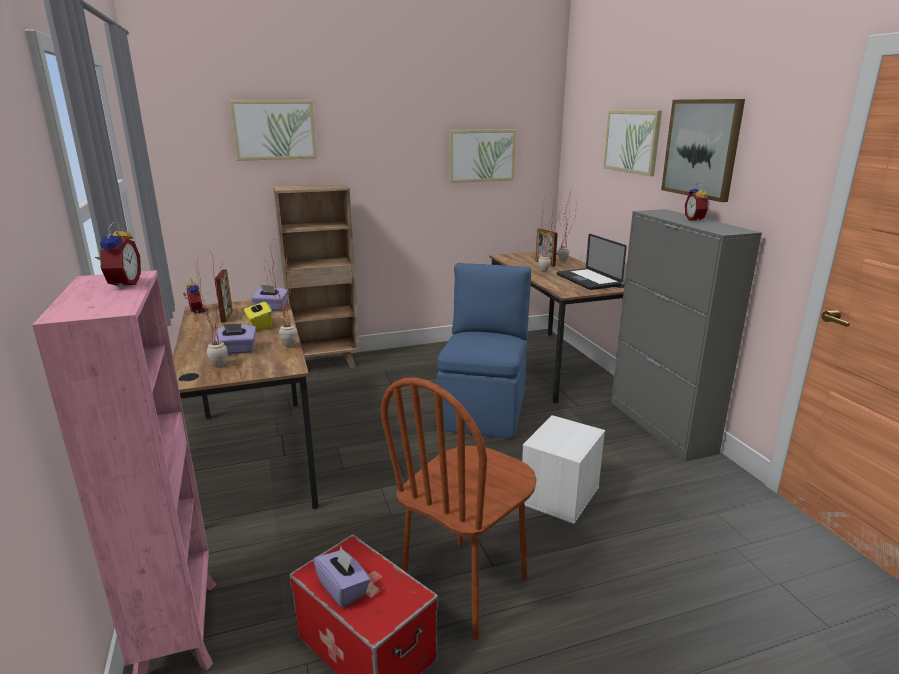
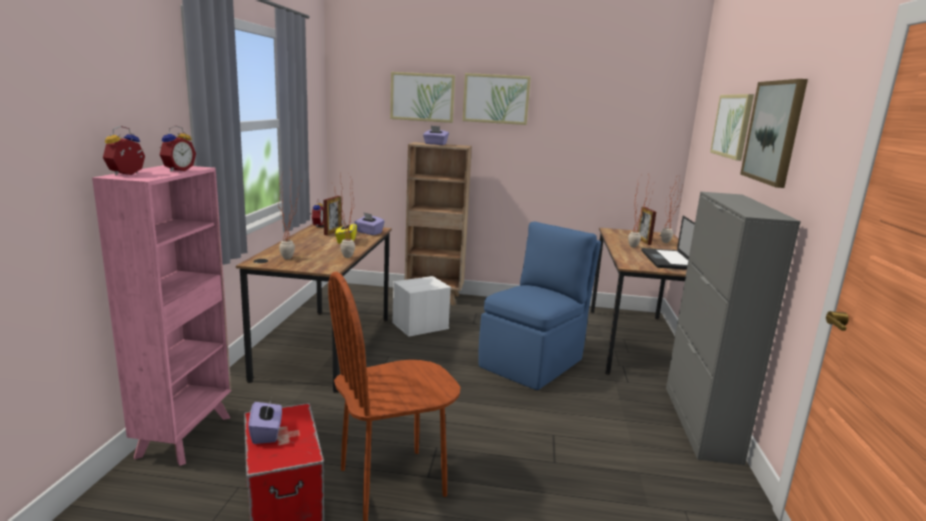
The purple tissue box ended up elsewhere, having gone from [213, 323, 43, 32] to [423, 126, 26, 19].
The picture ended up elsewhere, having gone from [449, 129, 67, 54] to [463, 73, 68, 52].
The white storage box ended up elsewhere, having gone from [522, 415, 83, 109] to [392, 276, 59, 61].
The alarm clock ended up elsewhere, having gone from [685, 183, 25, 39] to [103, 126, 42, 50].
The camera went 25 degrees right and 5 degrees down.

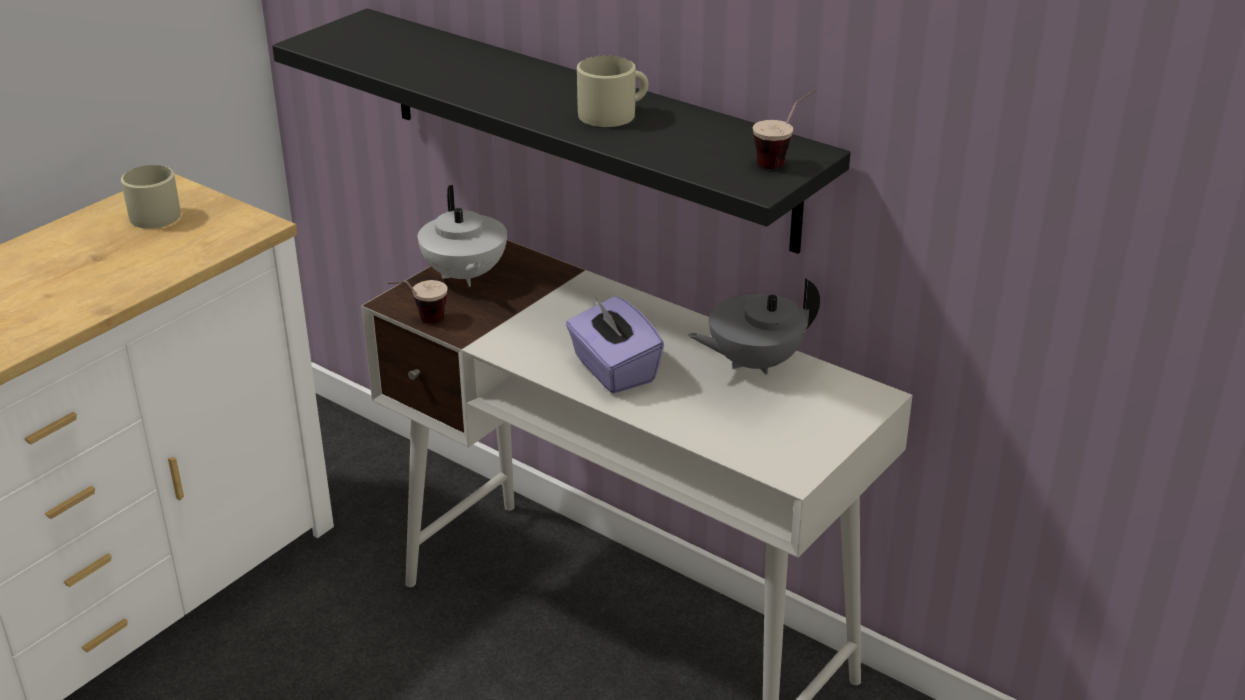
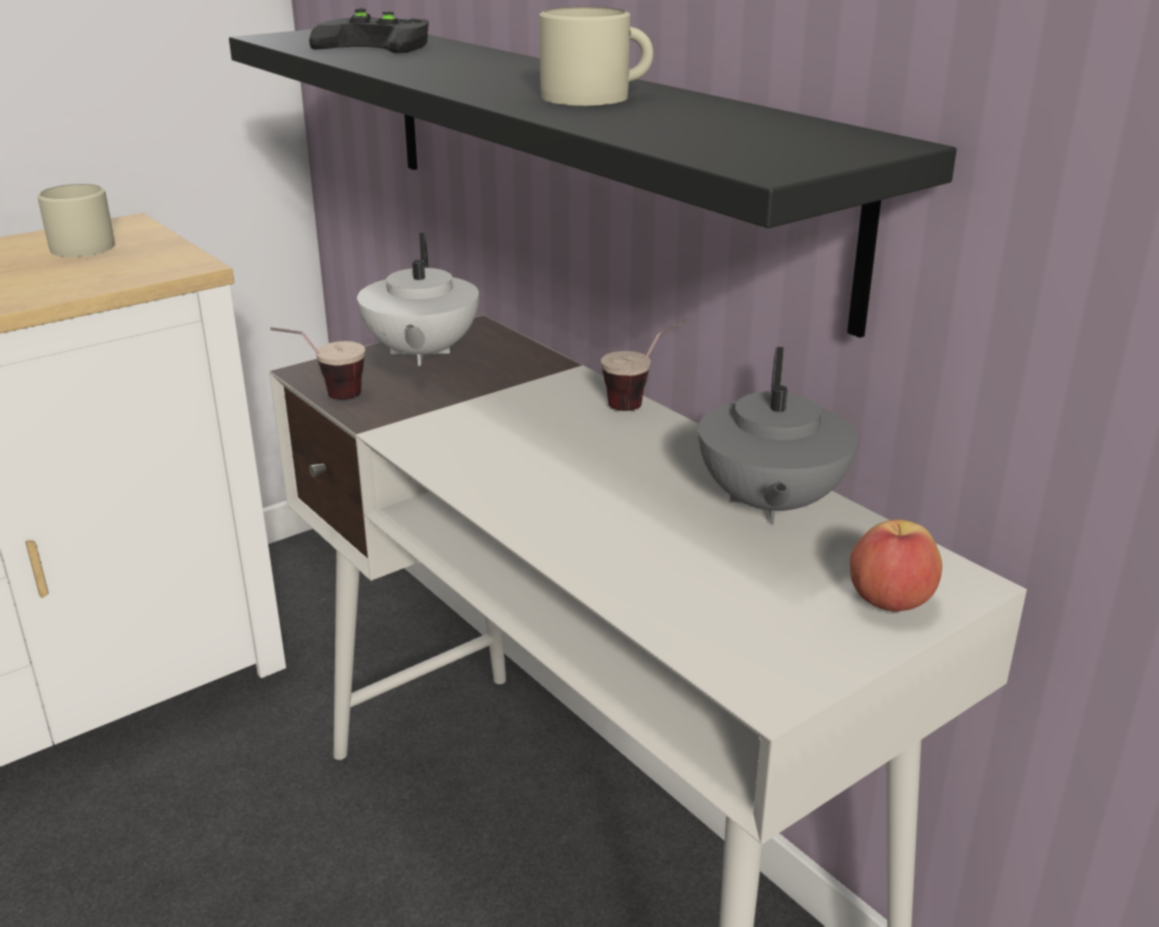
The second view lost the purple tissue box at [566, 296, 98, 98].
The grey teapot at [688, 278, 132, 97] ended up facing another way, 75 degrees counterclockwise from before.
The cup ended up elsewhere, having gone from [753, 89, 63, 80] to [601, 319, 87, 92].
The second view gained the black game controller at [309, 8, 120, 45].
The second view gained the apple at [850, 519, 92, 92].
The camera went 15 degrees right and 5 degrees down.

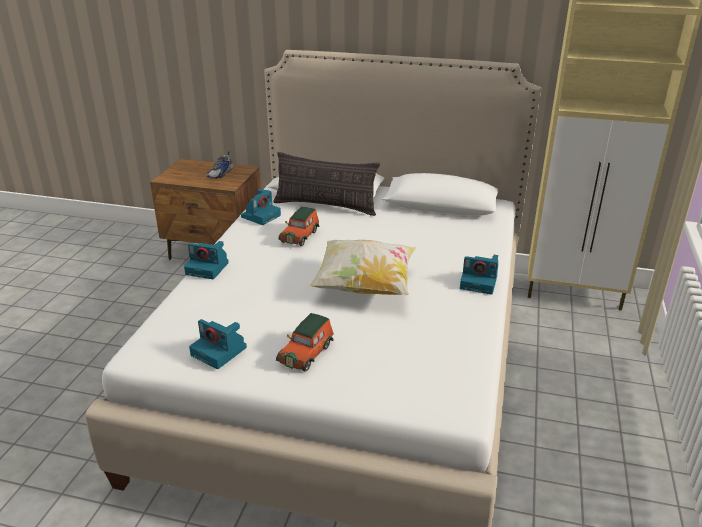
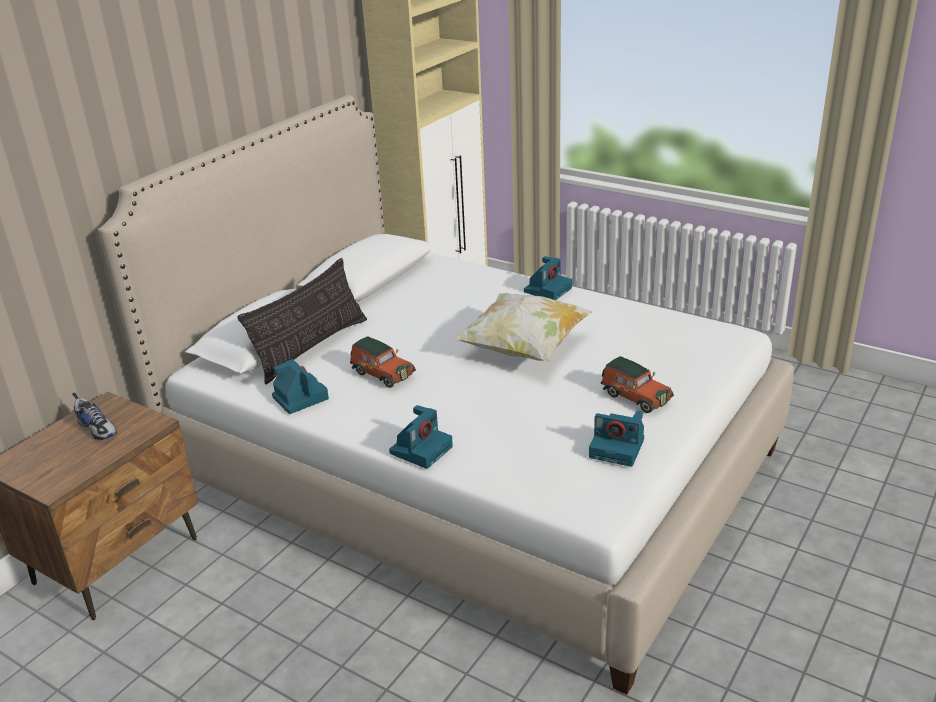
The photo camera at [189, 319, 58, 50] ended up facing another way, 60 degrees clockwise from before.
The camera went 70 degrees left and 0 degrees up.

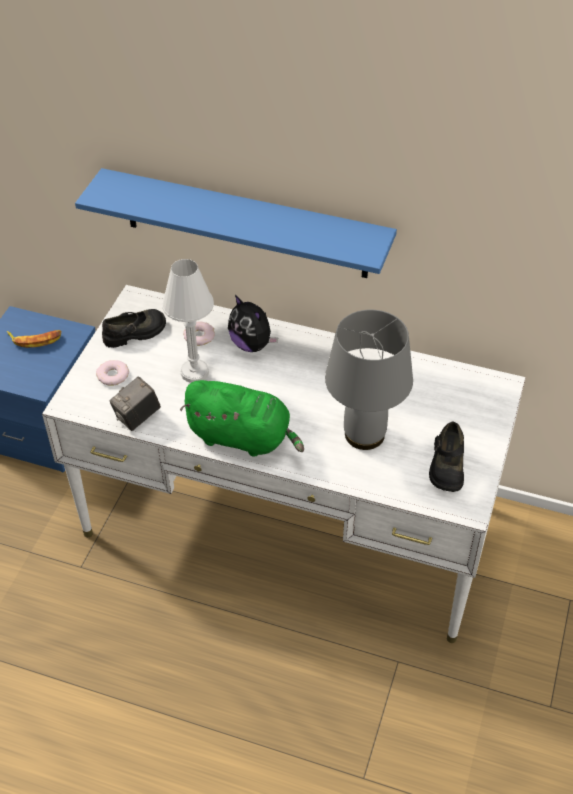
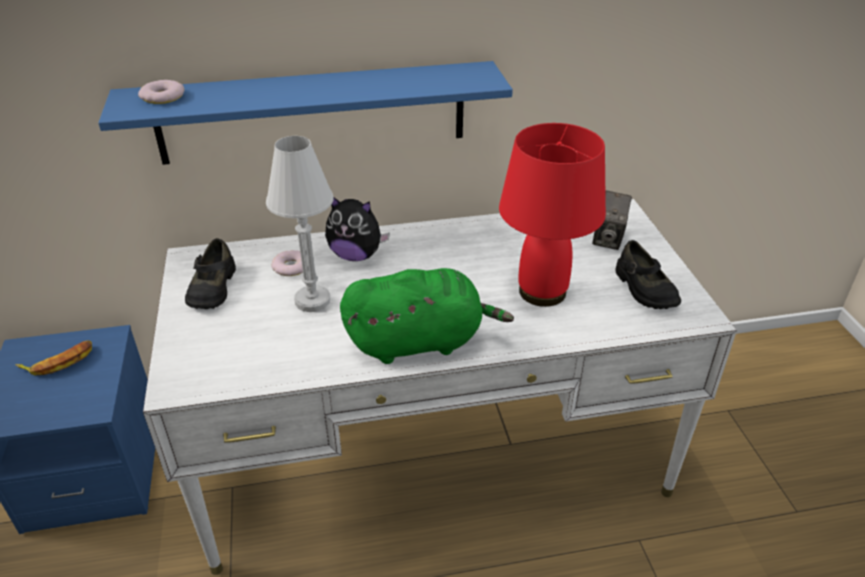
The donut ended up elsewhere, having gone from [96, 360, 33, 26] to [138, 80, 47, 24].
The black shoe at [102, 309, 64, 39] ended up facing another way, 150 degrees clockwise from before.
The photo camera ended up elsewhere, having gone from [110, 376, 51, 55] to [592, 191, 40, 59].
What was the grey table lamp at [325, 310, 88, 140] turned into the red table lamp at [499, 123, 107, 184].
The camera went 30 degrees left and 10 degrees down.

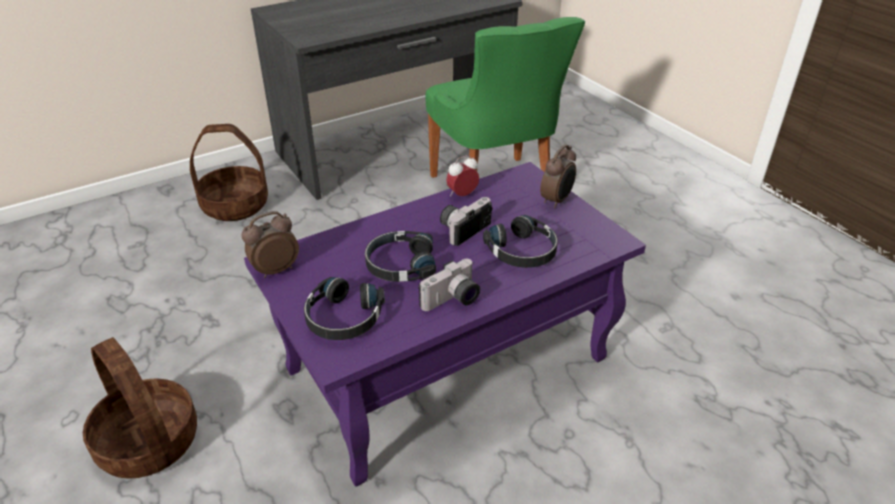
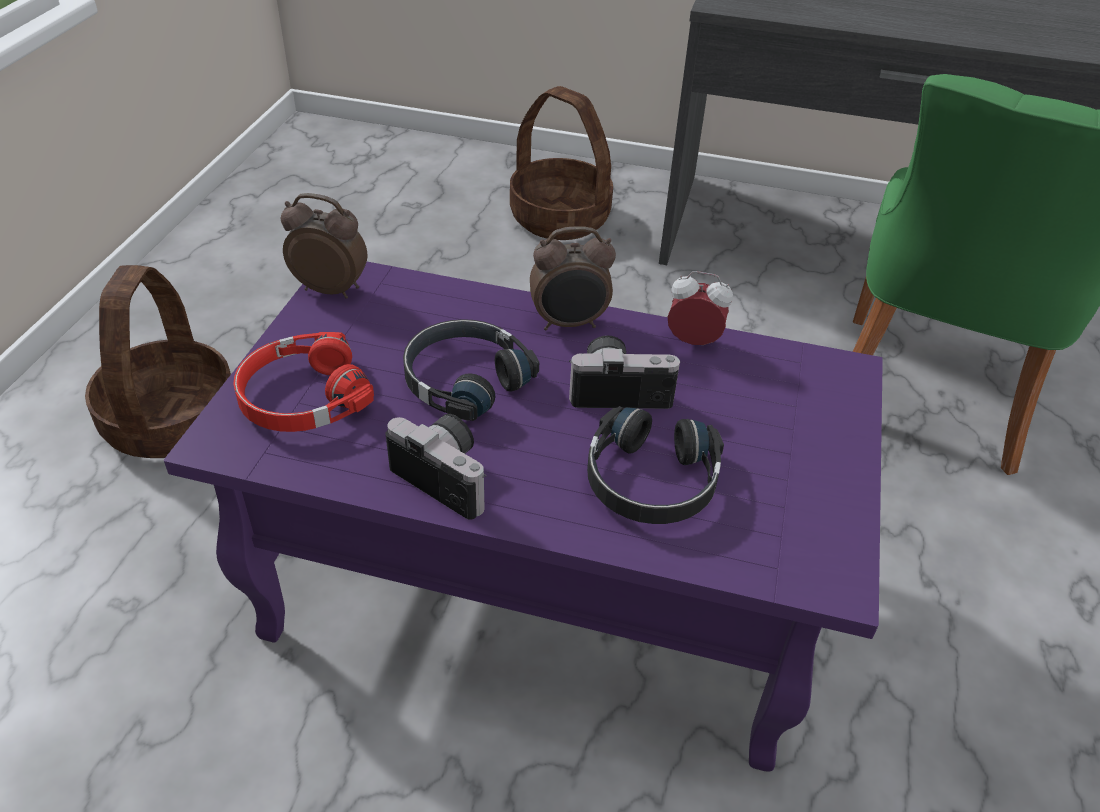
What was the black headphones at [304, 277, 81, 63] turned into the red headphones at [234, 332, 140, 100].
The photo camera at [419, 259, 61, 52] ended up facing another way, 150 degrees counterclockwise from before.
The alarm clock ended up elsewhere, having gone from [540, 144, 36, 65] to [530, 226, 86, 104].
The camera went 45 degrees right and 5 degrees up.

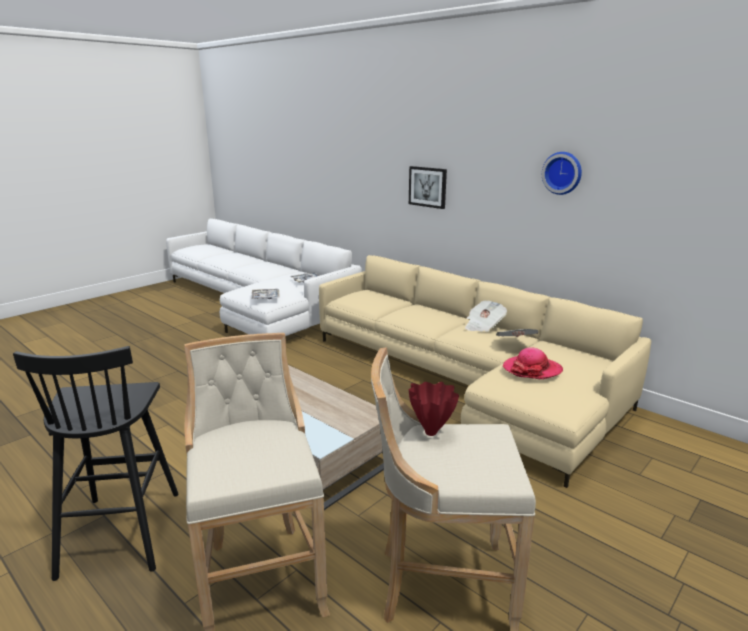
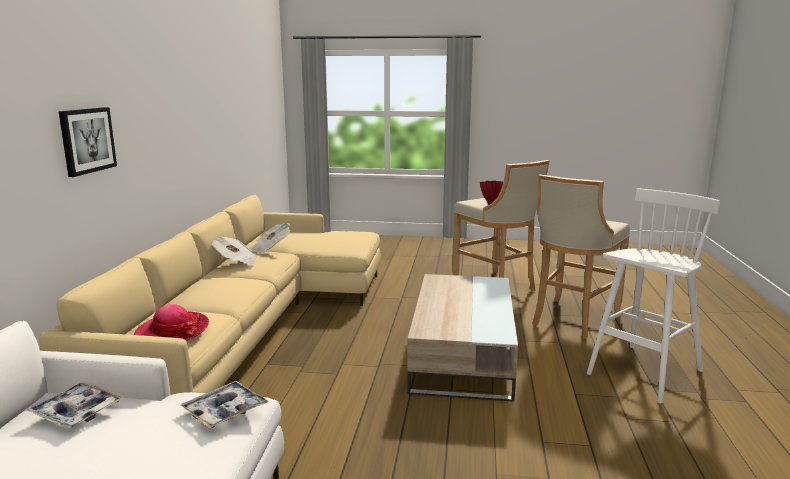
What was the black stool at [13, 346, 166, 235] turned into the white stool at [587, 188, 133, 215].
The hat ended up elsewhere, having gone from [503, 347, 60, 32] to [134, 304, 75, 37].
The second view lost the wall clock at [542, 152, 40, 43].
The camera went 125 degrees left and 5 degrees down.

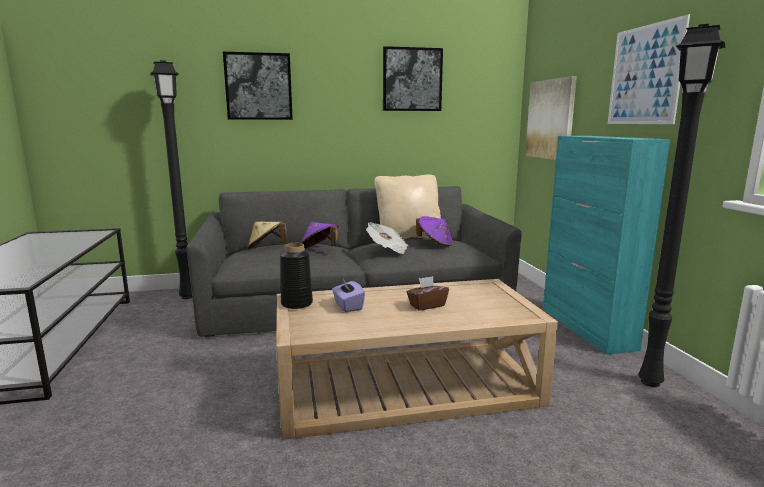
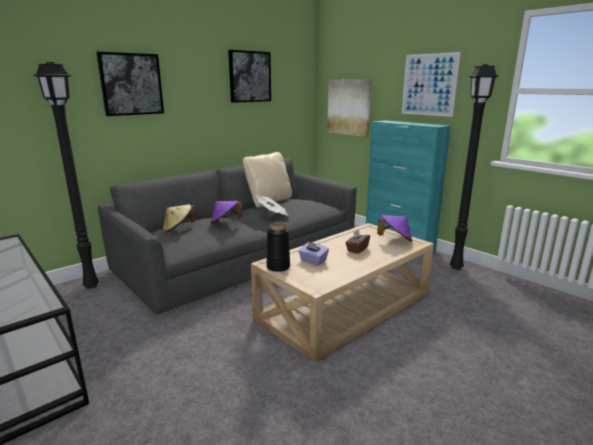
The purple hat ended up elsewhere, having gone from [416, 216, 37, 30] to [377, 215, 35, 27].
The camera went 30 degrees left and 5 degrees up.

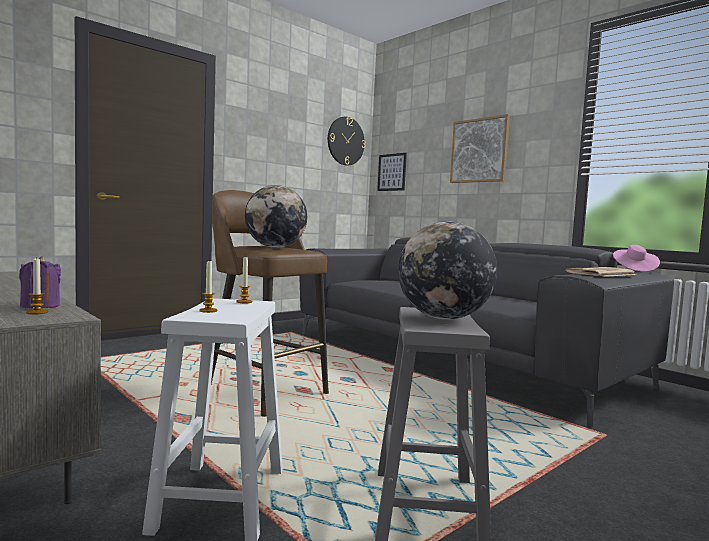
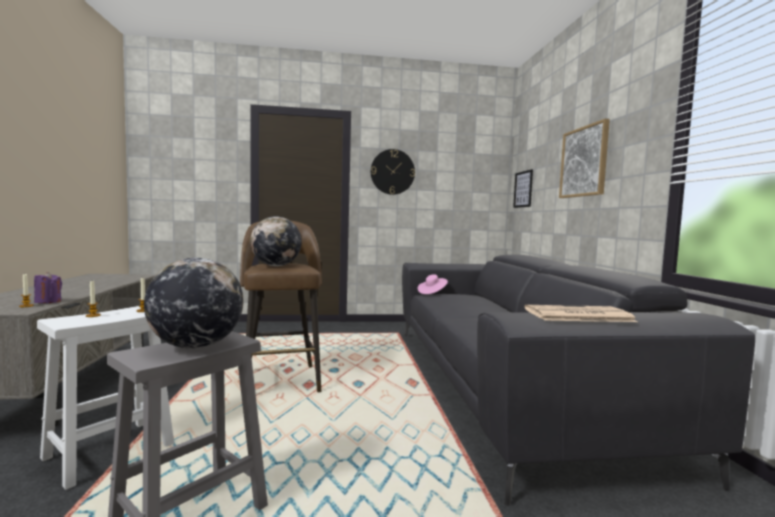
The wall clock ended up elsewhere, having gone from [328, 117, 37, 48] to [371, 149, 44, 46].
The pink hat ended up elsewhere, having gone from [613, 245, 47, 27] to [418, 274, 30, 20].
The camera went 35 degrees right and 0 degrees up.

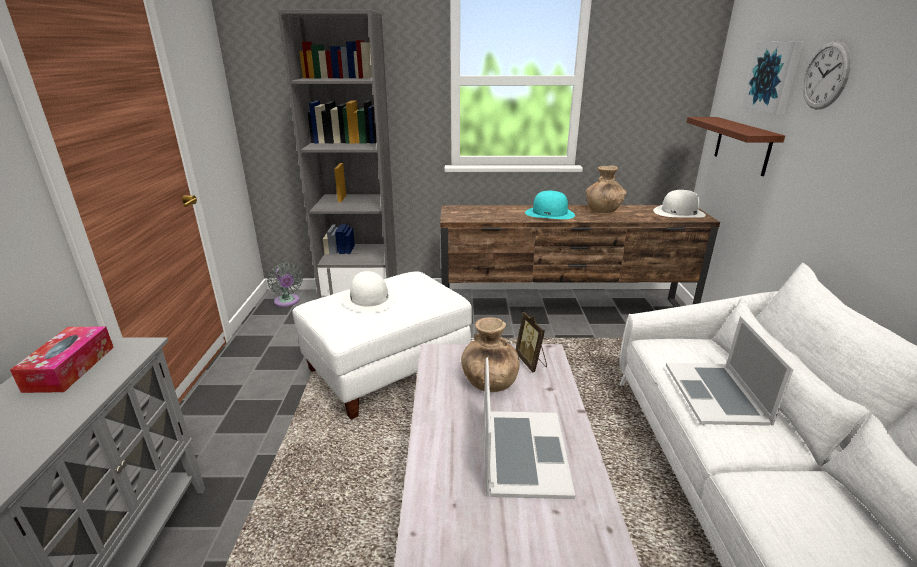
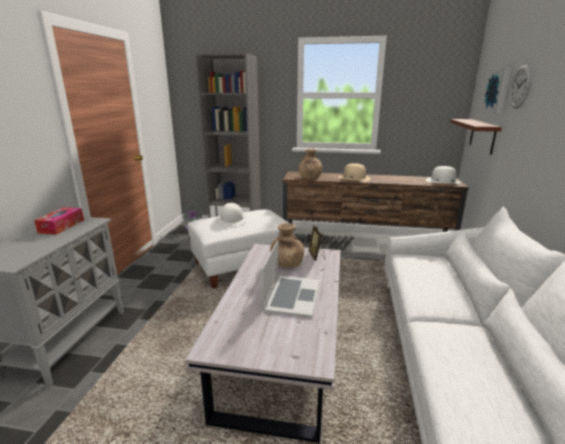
What was the turquoise hat at [525, 191, 50, 28] turned into the beige hat at [339, 163, 32, 18].
The brown vase ended up elsewhere, having gone from [586, 165, 41, 48] to [298, 149, 25, 30].
The second view lost the laptop at [666, 316, 128, 110].
The camera went 10 degrees right and 5 degrees down.

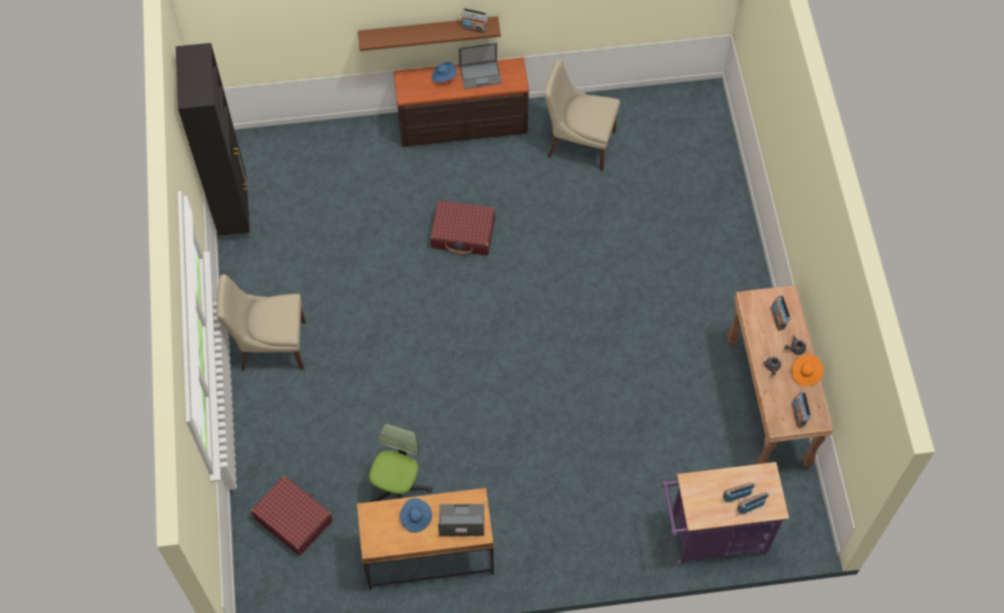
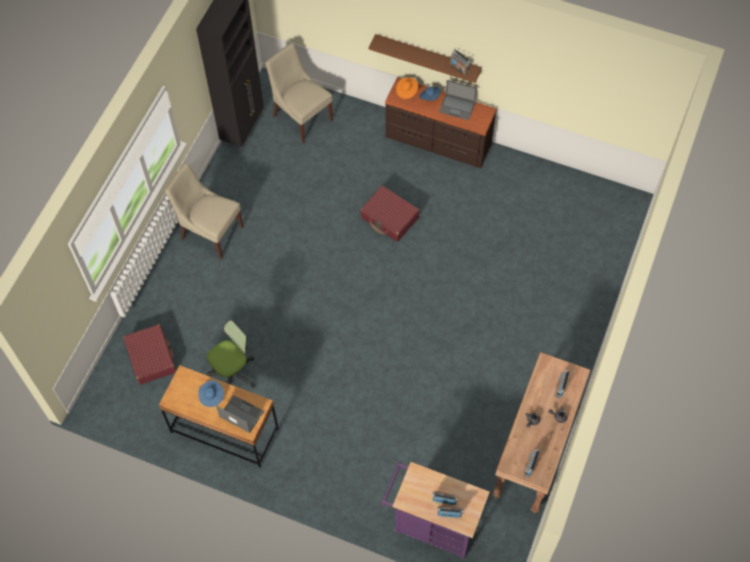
The beige chair ended up elsewhere, having gone from [544, 59, 76, 112] to [265, 43, 68, 100].
The orange hat ended up elsewhere, having gone from [792, 354, 32, 32] to [396, 77, 22, 22].
The camera went 30 degrees right and 0 degrees up.

